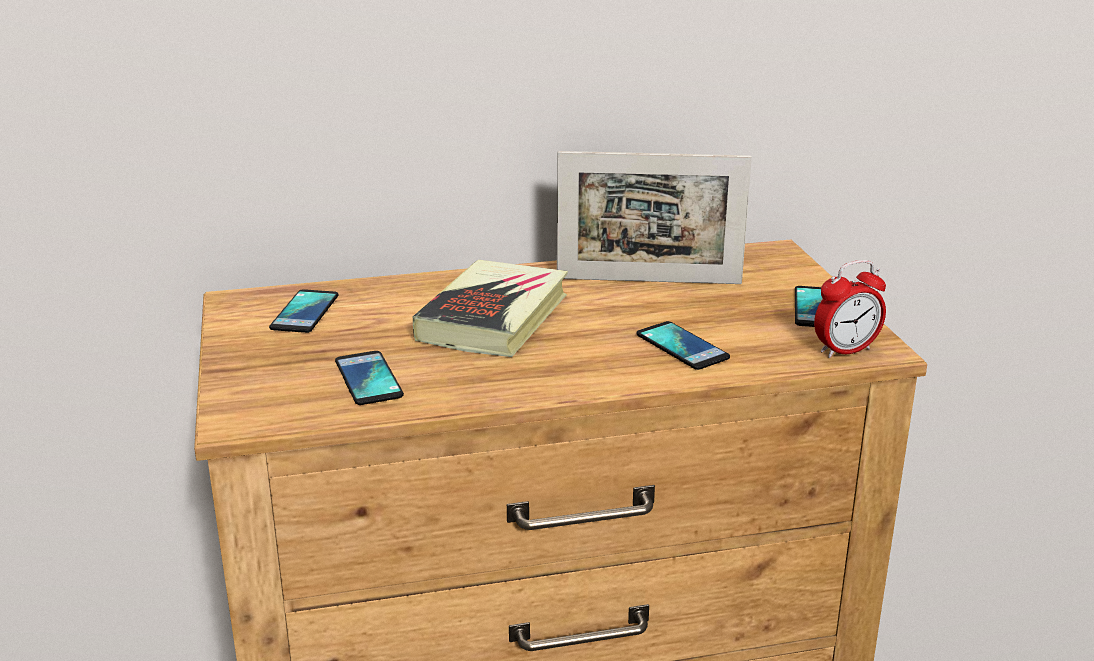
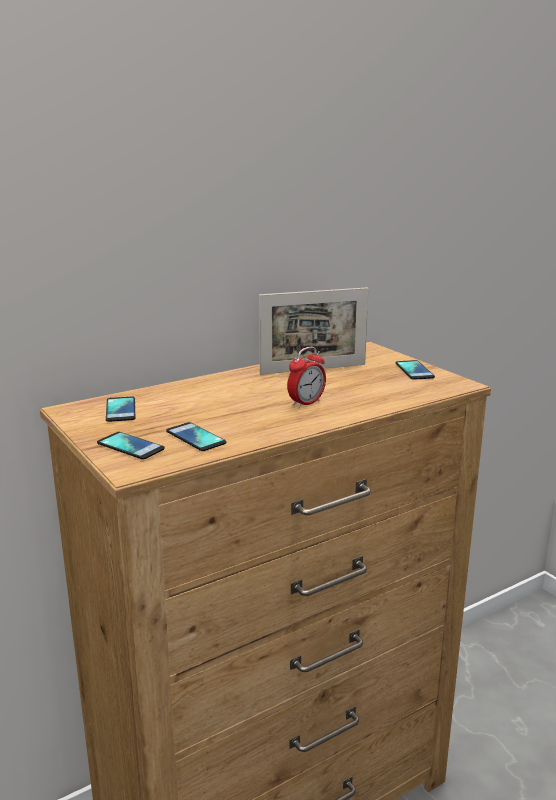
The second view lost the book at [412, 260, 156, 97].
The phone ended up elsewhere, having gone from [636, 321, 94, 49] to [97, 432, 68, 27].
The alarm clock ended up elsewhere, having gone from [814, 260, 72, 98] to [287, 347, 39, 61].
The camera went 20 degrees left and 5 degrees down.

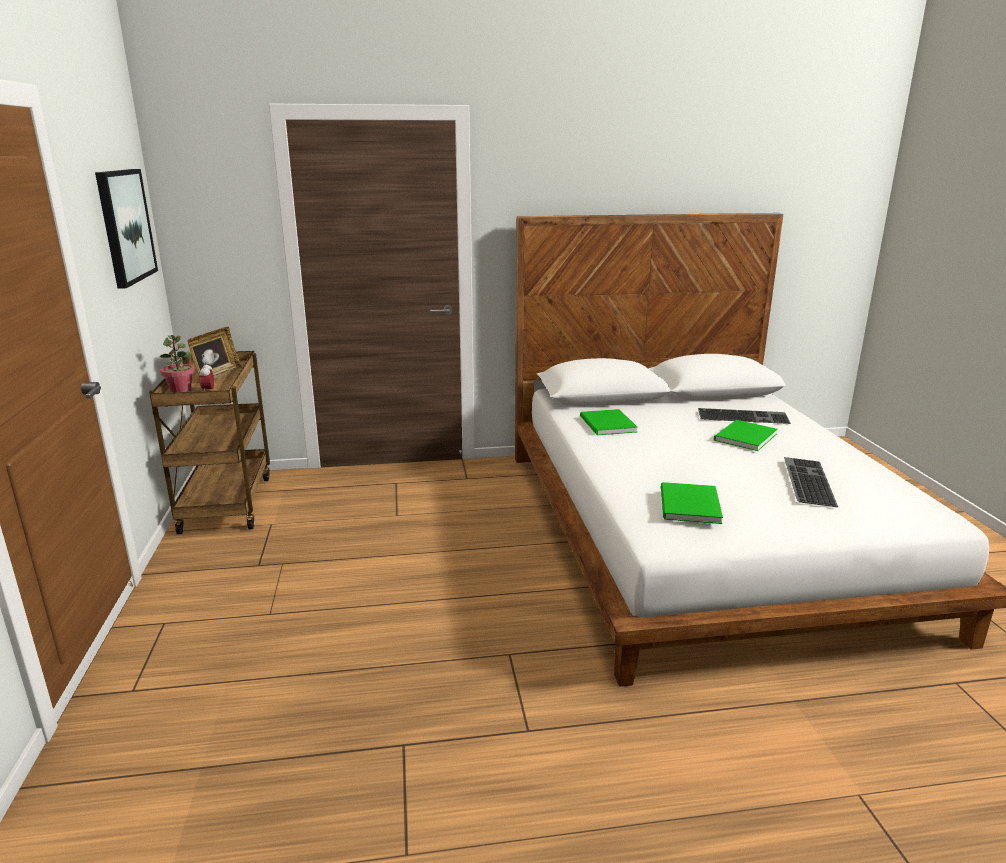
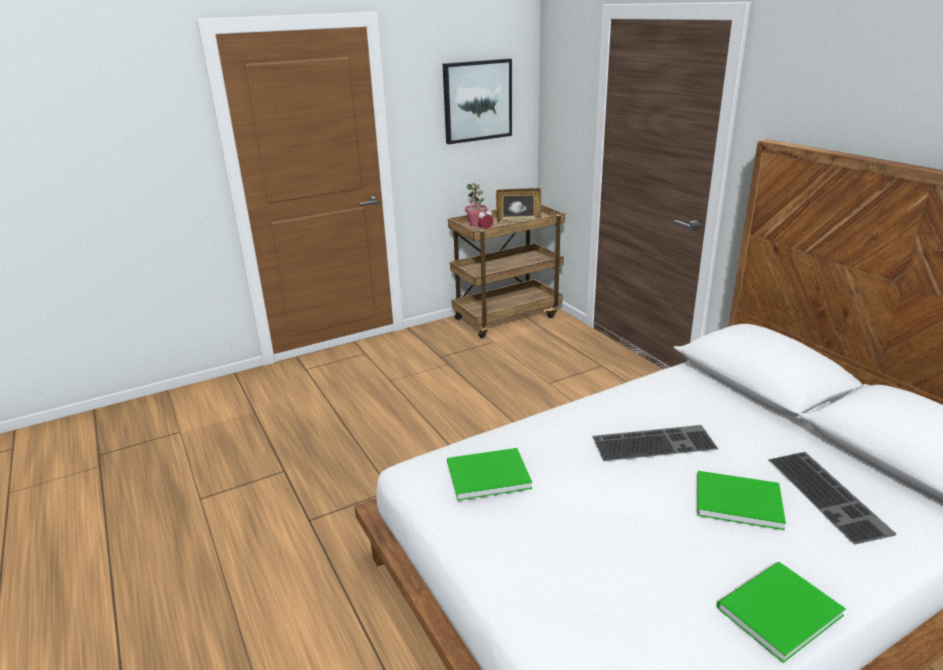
The green book ended up elsewhere, having gone from [580, 409, 58, 27] to [717, 562, 129, 101].
The keyboard ended up elsewhere, having gone from [784, 457, 54, 50] to [592, 425, 126, 36].
The camera went 70 degrees right and 5 degrees up.

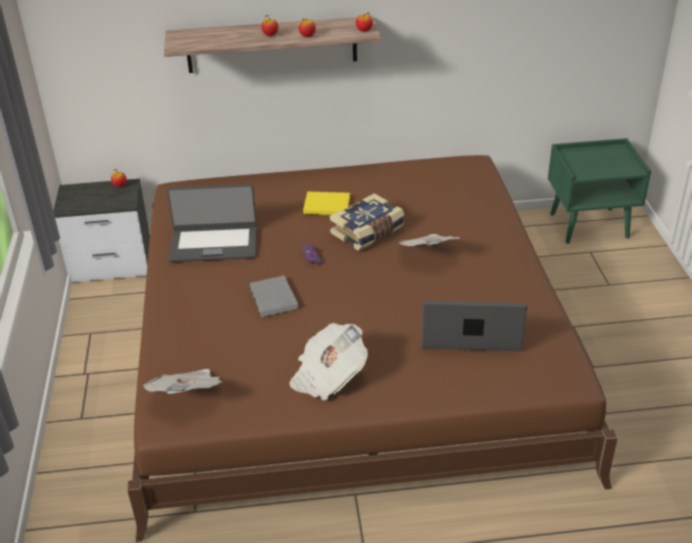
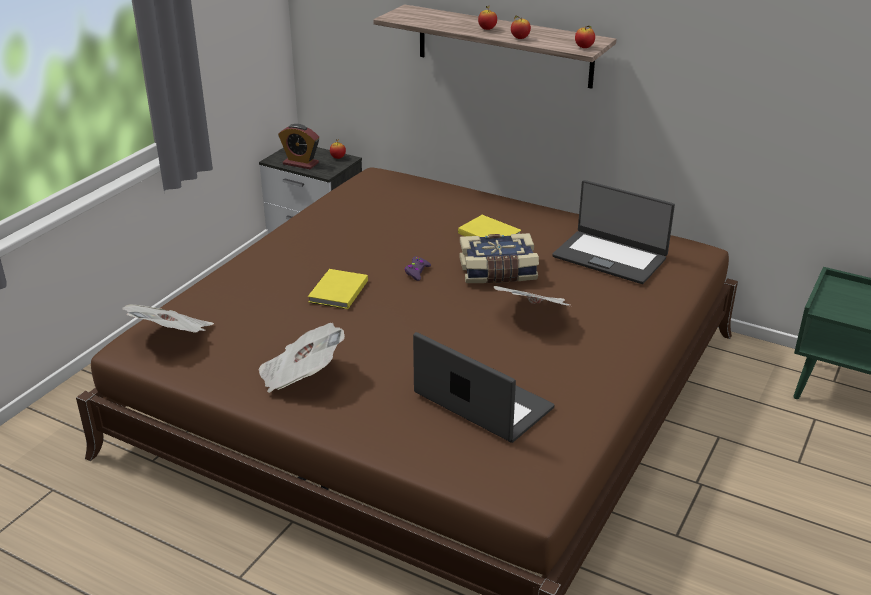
The laptop ended up elsewhere, having gone from [167, 184, 90, 78] to [552, 180, 123, 104].
What was the grey book at [249, 275, 50, 43] turned into the yellow book at [308, 269, 60, 40].
The second view gained the alarm clock at [278, 124, 41, 45].
The camera went 35 degrees right and 5 degrees down.

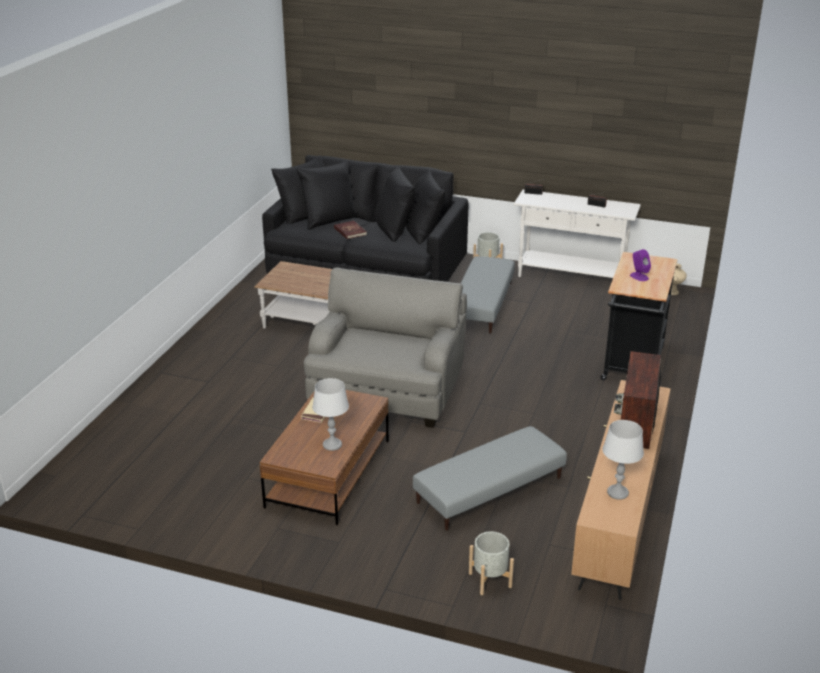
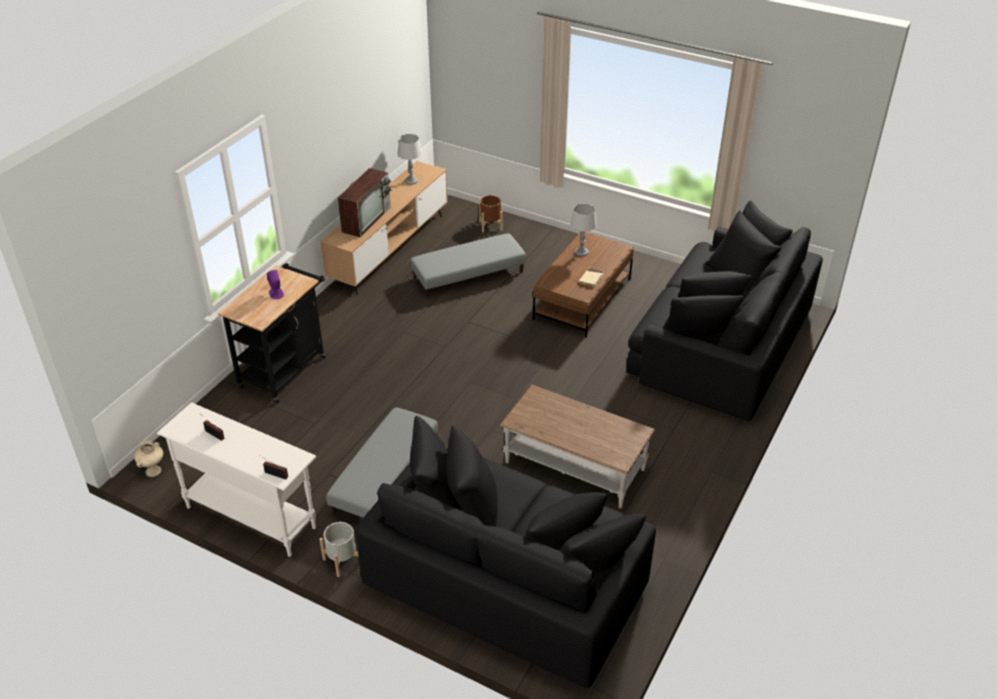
The second view lost the grey armchair at [304, 268, 163, 160].
The second view lost the red book at [334, 221, 33, 18].
What was the grey planter at [469, 531, 45, 64] turned into the brown planter at [479, 195, 23, 37].
The second view gained the black sofa at [627, 200, 196, 221].
The camera went 170 degrees left and 10 degrees up.

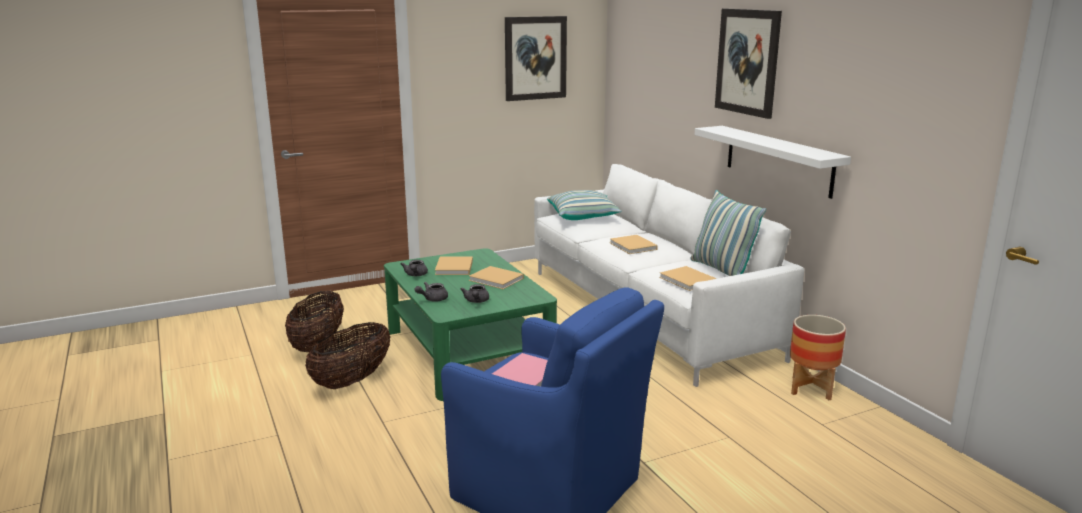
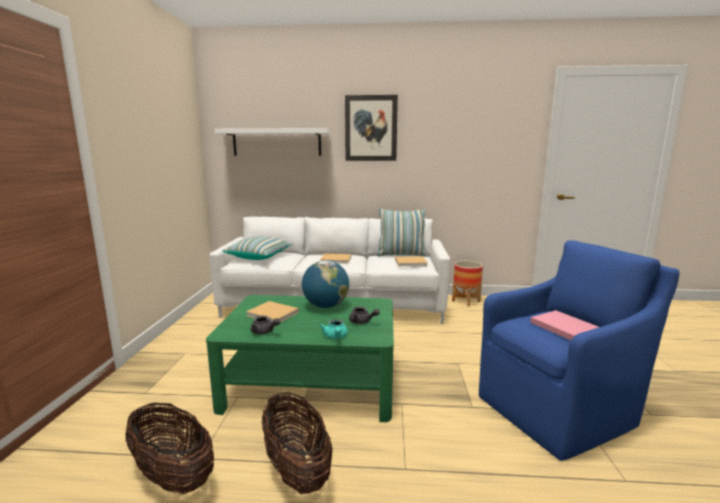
What was the grey teapot at [415, 282, 33, 20] turned into the turquoise teapot at [319, 319, 29, 20].
Where the beige book stood at [469, 266, 55, 23], the globe came to stand at [302, 260, 47, 48].
The second view lost the picture at [505, 16, 62, 85].
The white shelf ended up elsewhere, having gone from [695, 126, 156, 73] to [215, 128, 115, 28].
The camera went 60 degrees left and 5 degrees down.

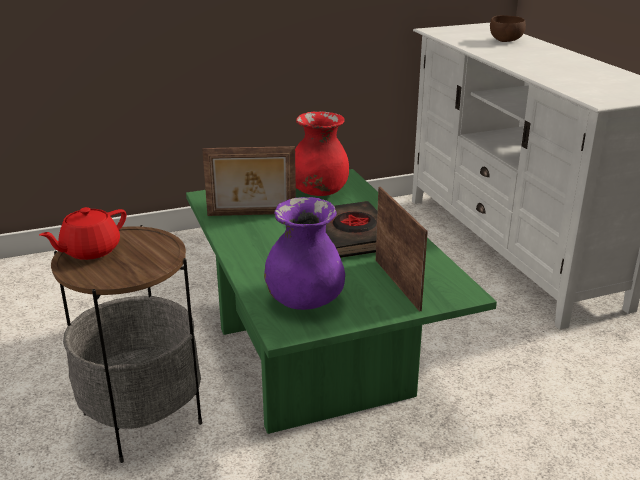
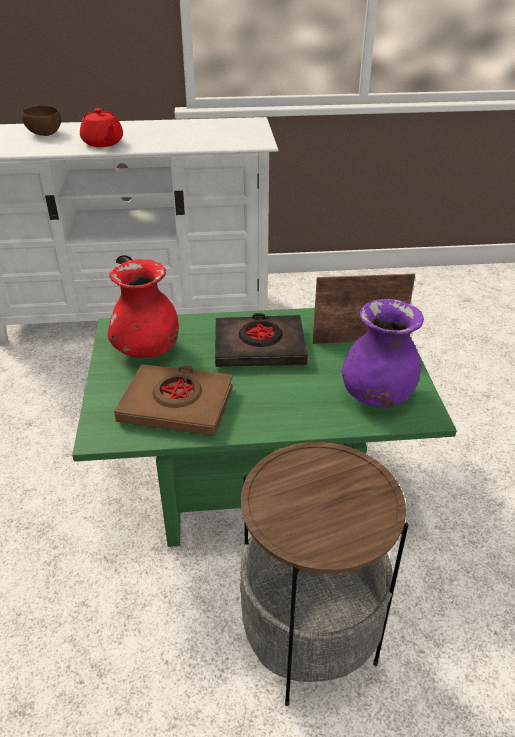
The red teapot ended up elsewhere, having gone from [39, 207, 87, 53] to [80, 108, 43, 39].
Where the picture frame stood at [202, 146, 94, 70], the brown book came to stand at [114, 364, 119, 72].
The camera went 75 degrees left and 10 degrees up.

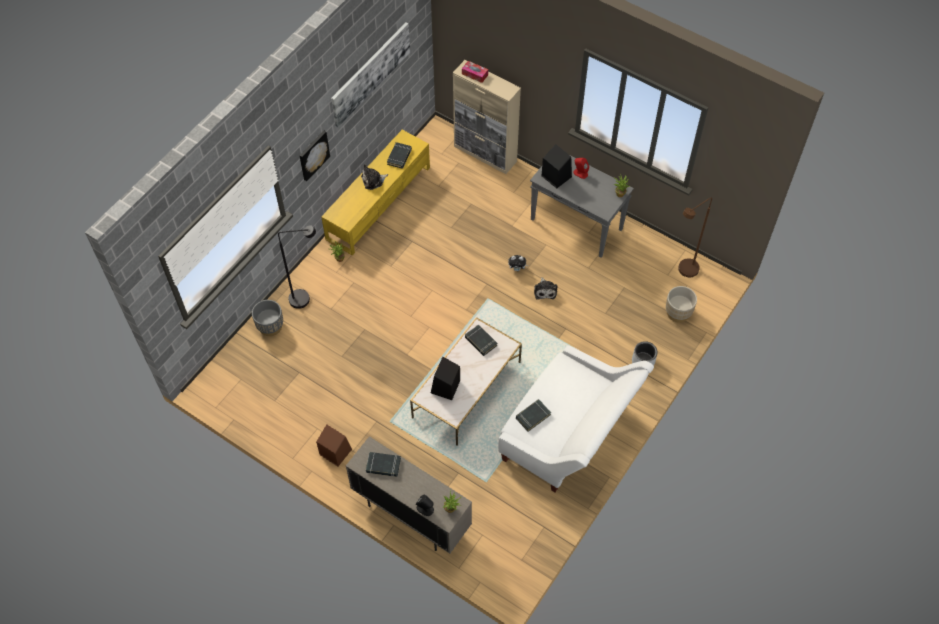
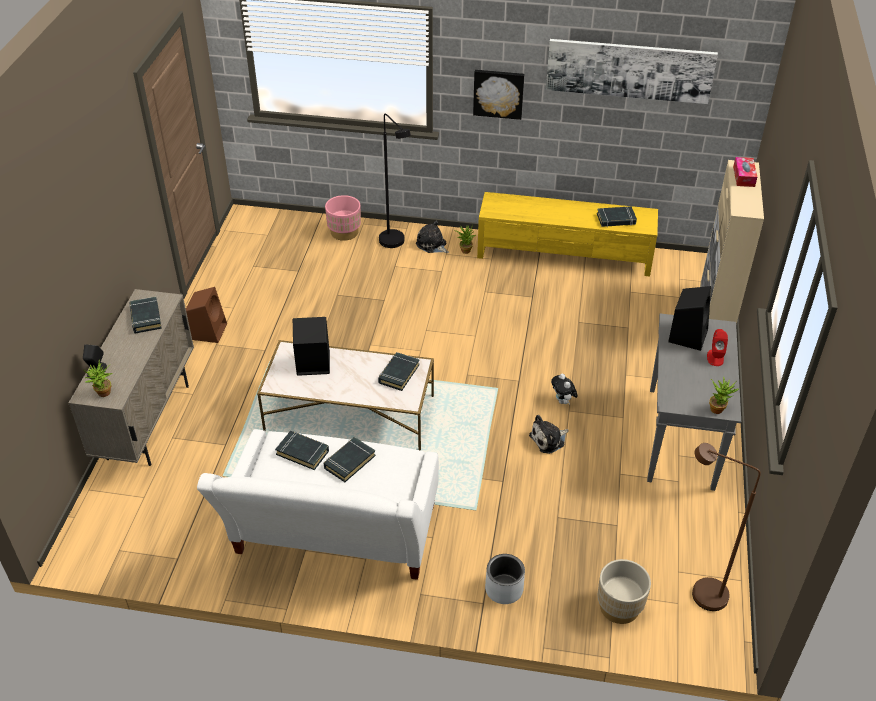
What was the grey planter at [252, 300, 31, 36] turned into the pink planter at [325, 195, 36, 46].
The plush toy ended up elsewhere, having gone from [361, 164, 27, 26] to [416, 220, 33, 33].
The second view gained the black book at [324, 437, 52, 45].
The camera went 65 degrees right and 15 degrees down.

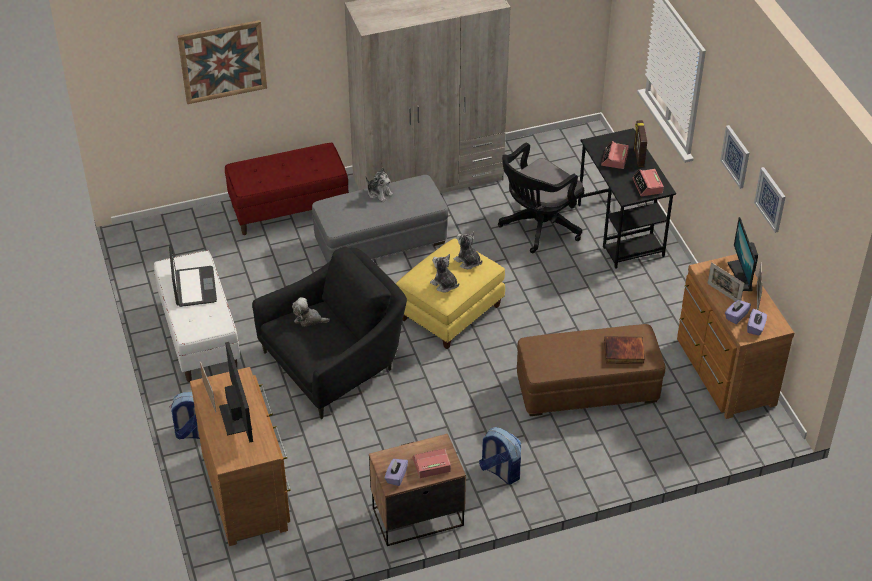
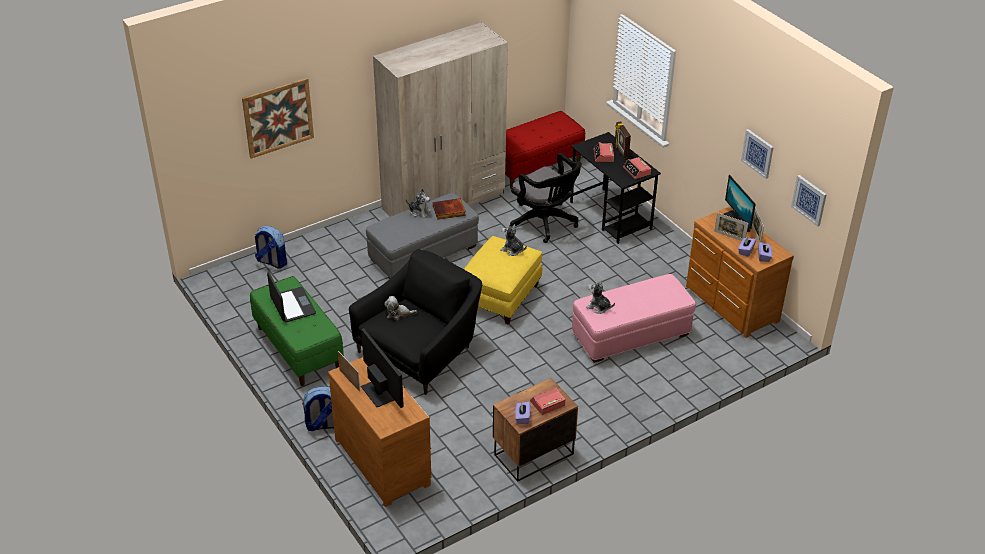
What was the white bench at [154, 250, 86, 132] turned into the green bench at [250, 276, 94, 110].
The red bench ended up elsewhere, having gone from [225, 143, 124, 92] to [505, 111, 80, 77].
The plush toy ended up elsewhere, having gone from [430, 254, 29, 39] to [586, 280, 29, 34].
The backpack ended up elsewhere, having gone from [479, 427, 42, 57] to [255, 226, 32, 43].
The black office chair at [498, 142, 86, 111] ended up facing another way, 75 degrees counterclockwise from before.
What was the brown ottoman at [517, 324, 148, 92] turned into the pink ottoman at [572, 274, 124, 89].
The book ended up elsewhere, having gone from [604, 337, 41, 27] to [433, 198, 33, 22].
The picture ended up elsewhere, having gone from [720, 125, 29, 64] to [791, 175, 36, 51].
The camera went 15 degrees left and 5 degrees down.

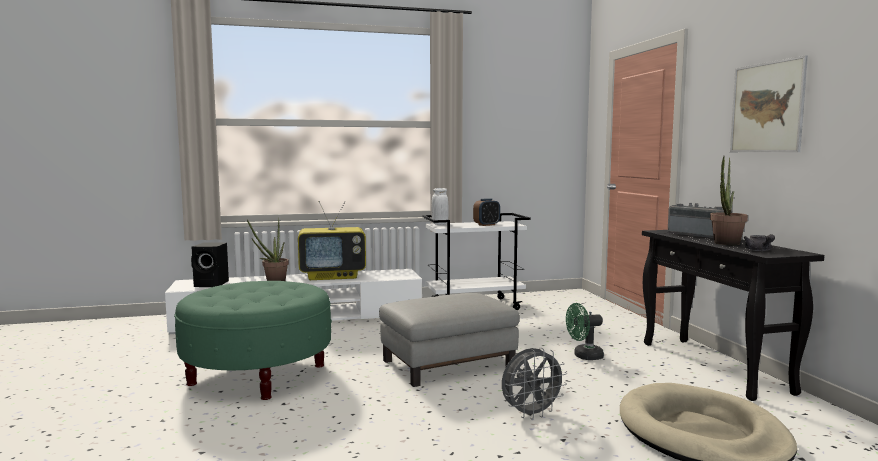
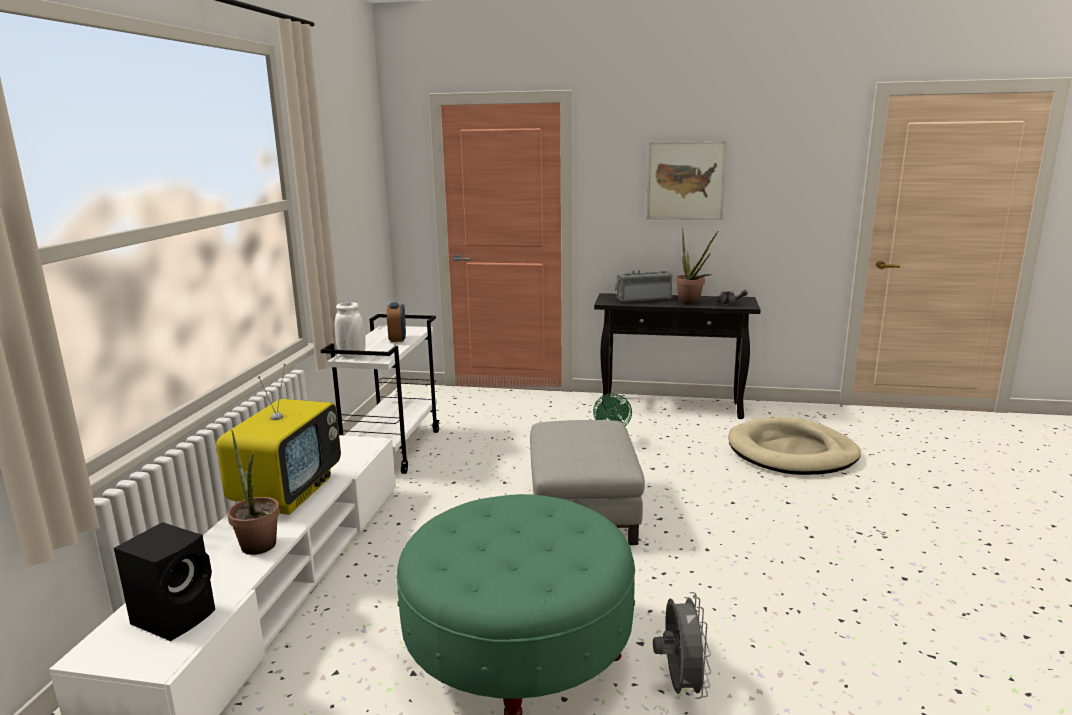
The grey fan ended up elsewhere, having gone from [502, 348, 65, 72] to [653, 592, 58, 107].
The camera went 65 degrees left and 10 degrees up.

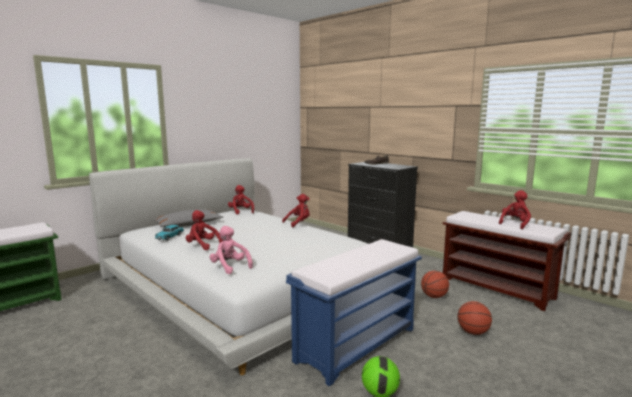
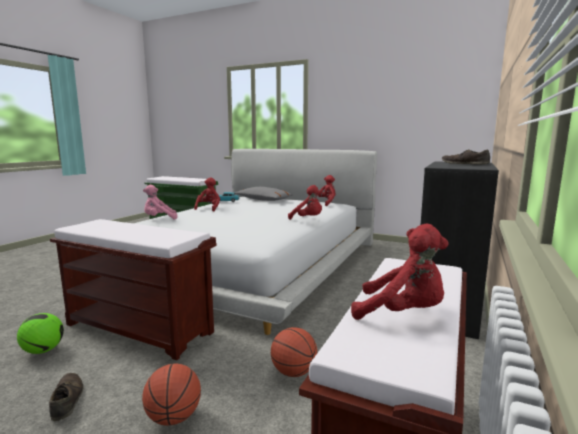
The pink plush toy at [210, 226, 43, 48] ended up facing another way, 135 degrees counterclockwise from before.
What was the blue bench at [286, 239, 136, 147] turned into the brown bench at [50, 219, 167, 141].
The second view gained the brown shoe at [49, 373, 35, 48].
The camera went 70 degrees right and 0 degrees up.

